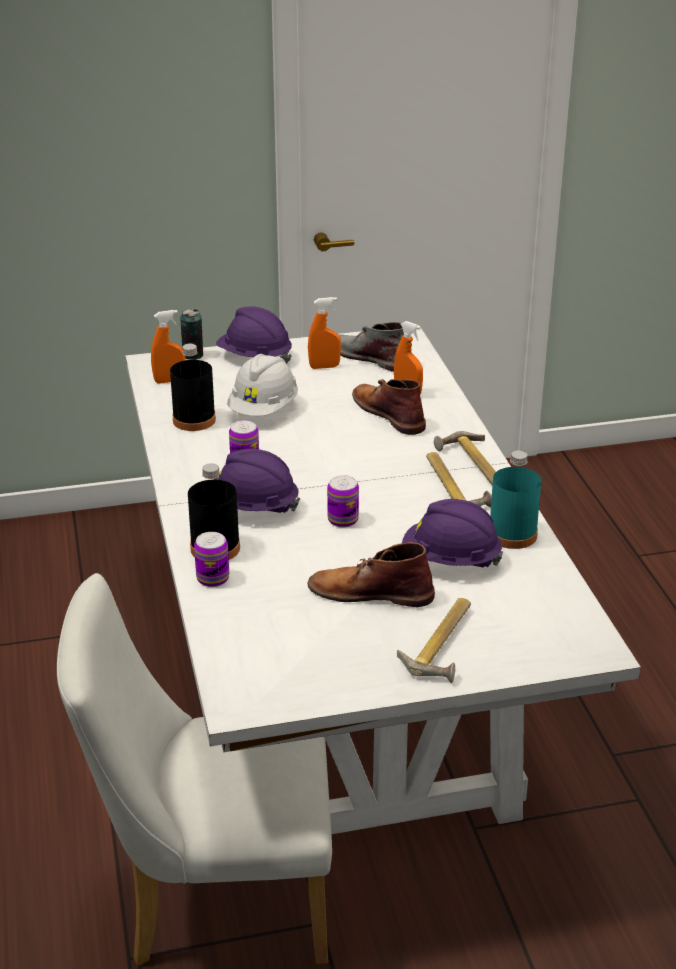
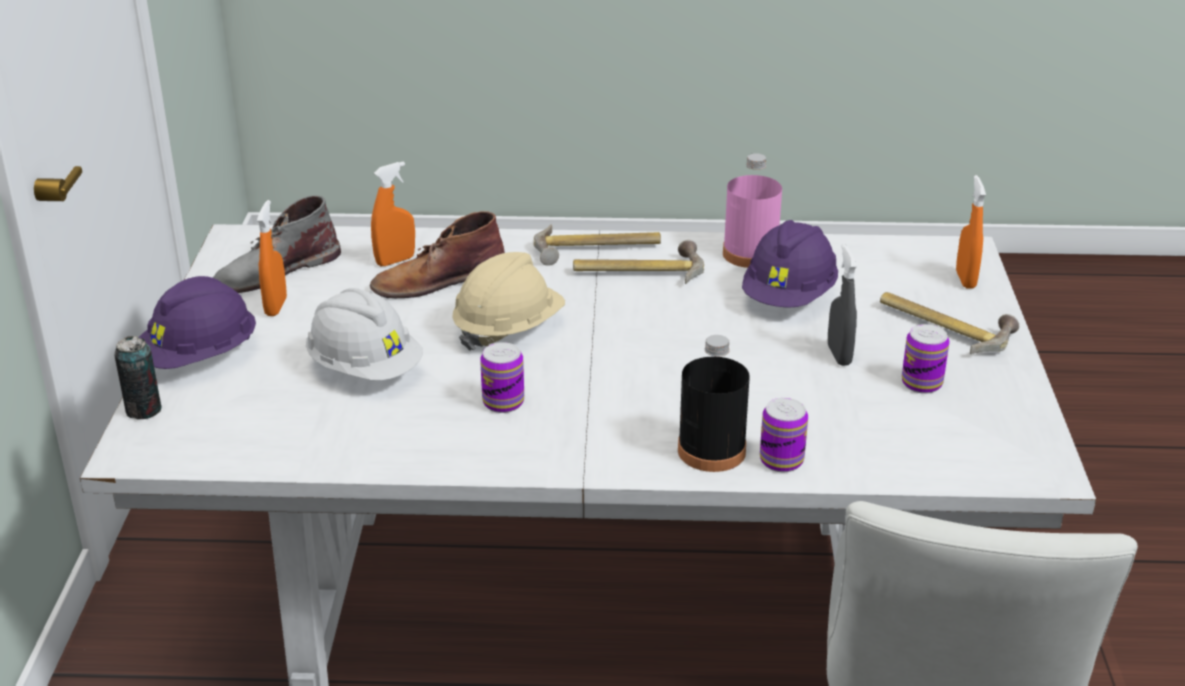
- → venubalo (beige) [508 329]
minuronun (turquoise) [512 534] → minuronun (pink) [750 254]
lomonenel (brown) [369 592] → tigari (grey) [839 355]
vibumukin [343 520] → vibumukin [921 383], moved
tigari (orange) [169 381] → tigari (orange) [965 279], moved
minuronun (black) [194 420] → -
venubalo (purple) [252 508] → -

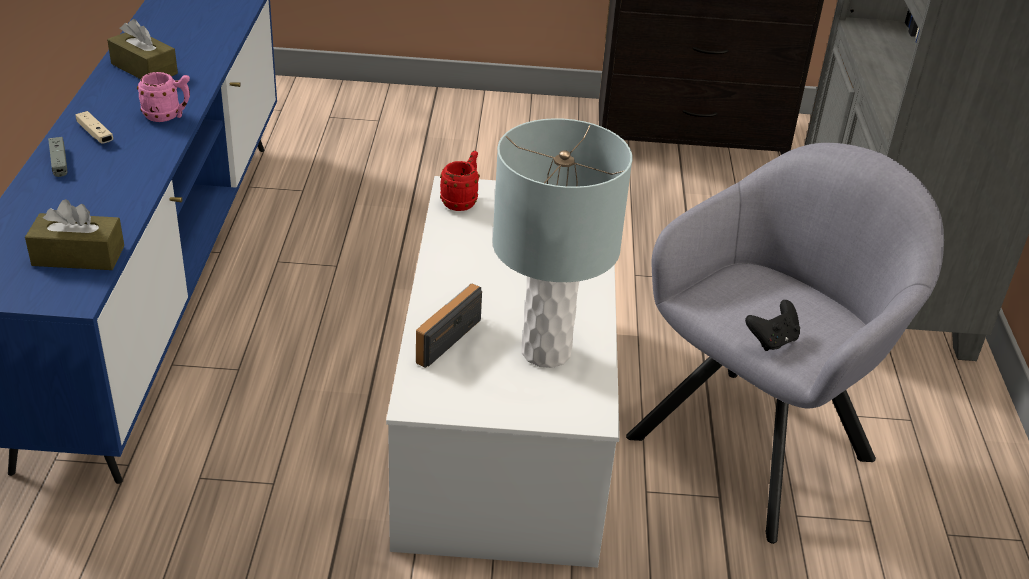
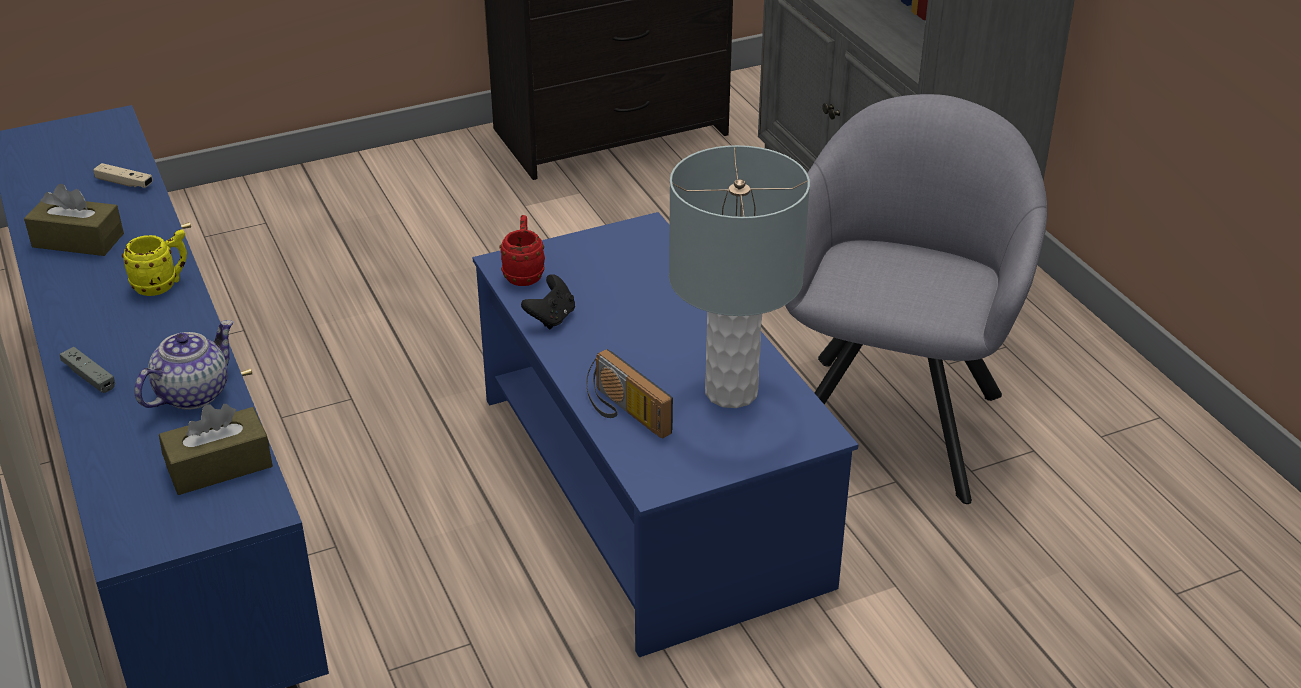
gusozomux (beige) [95 134] → gusozomux (beige) [124 183], moved
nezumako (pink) [168 116] → nezumako (yellow) [162 285]
- → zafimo [192 393]
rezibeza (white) [505 421] → rezibeza (blue) [651 490]
gusozomux (black) [772 340] → gusozomux (black) [551 318], moved
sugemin [443 336] → sugemin [623 413], 45 degrees counterclockwise

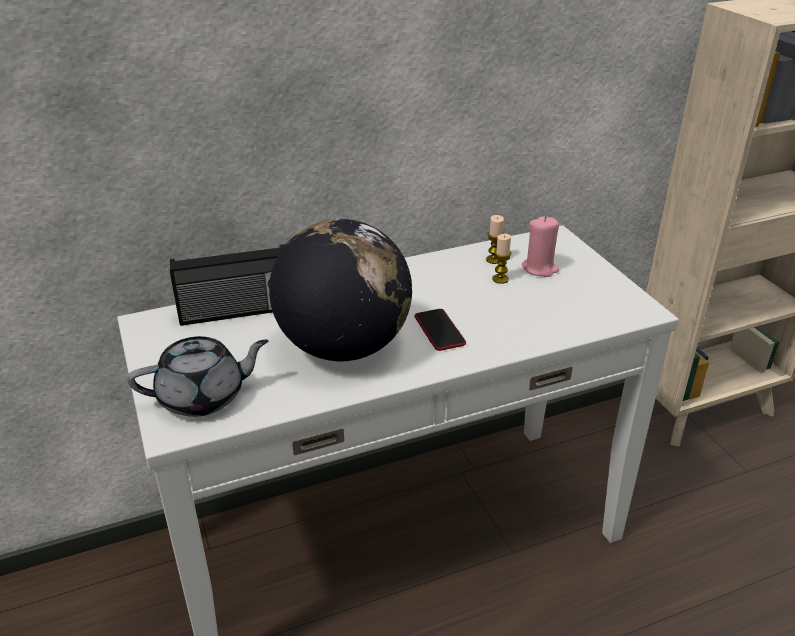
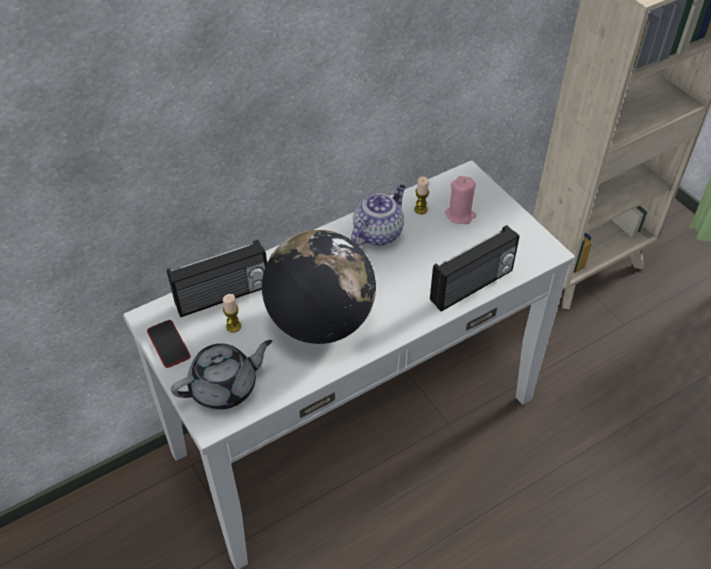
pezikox [439 330] → pezikox [168 344], moved
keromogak [500 279] → keromogak [233 326], moved
- → zafimo [378 233]
- → sugemin [472 286]

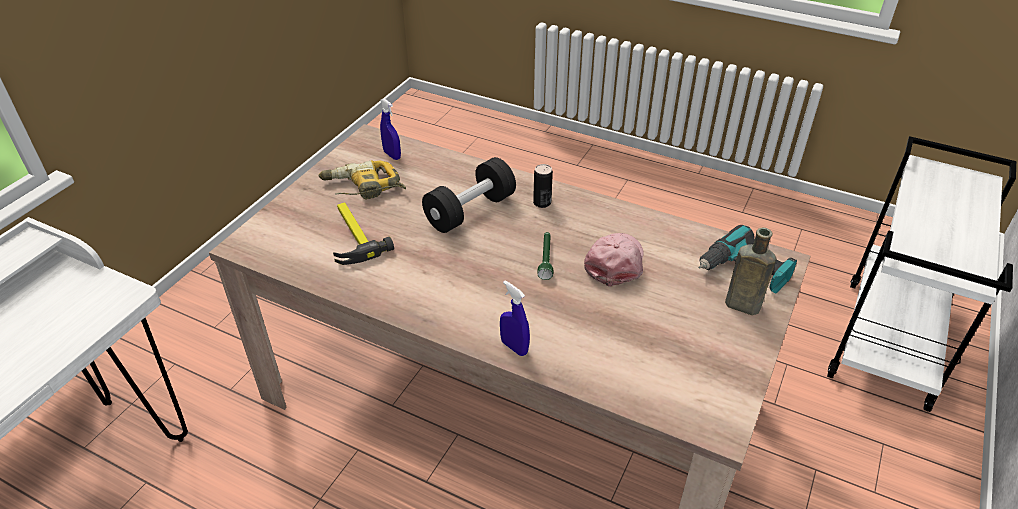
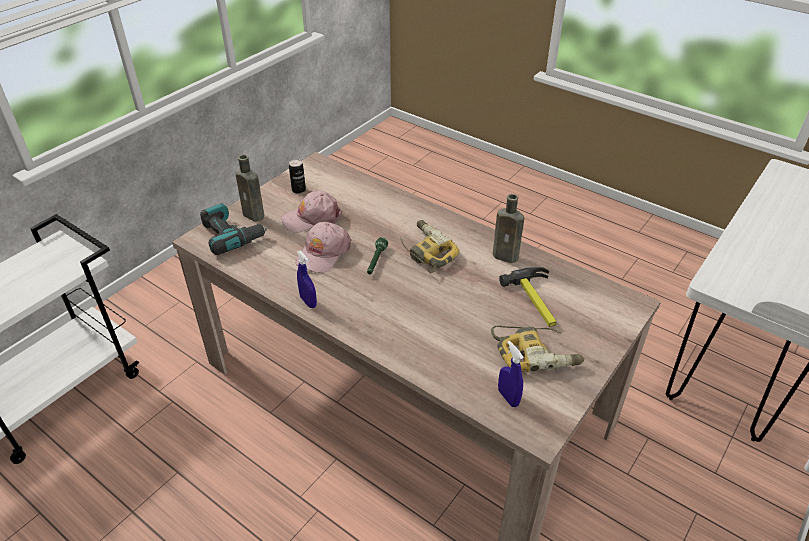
- → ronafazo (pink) [312 218]
vibumukin [542 203] → vibumukin [298 190], moved
tigari (blue) [514 347] → tigari (blue) [308 302], moved
- → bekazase [425 251]
- → minuronun (brown) [507 257]
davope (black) [470 211] → -

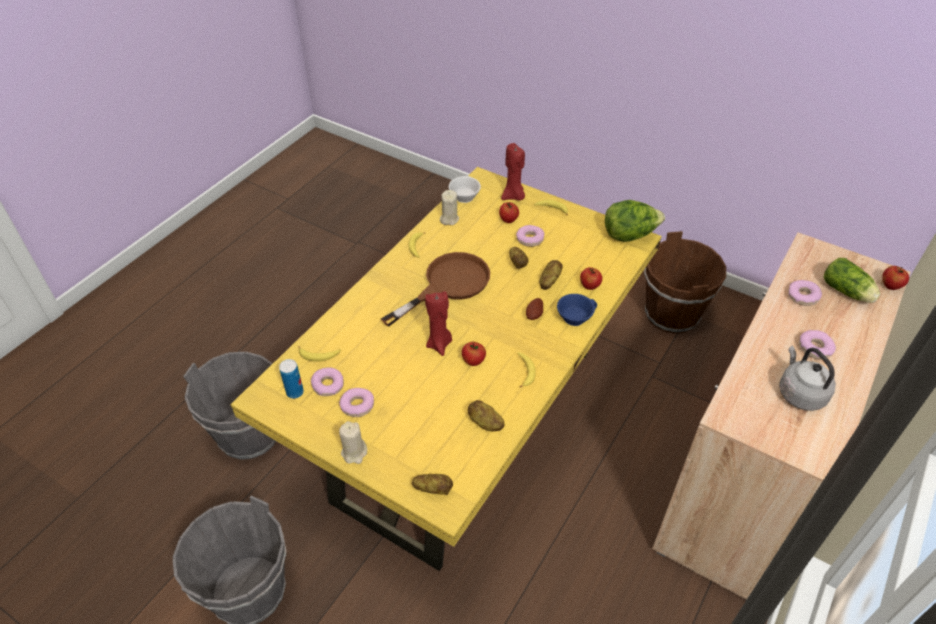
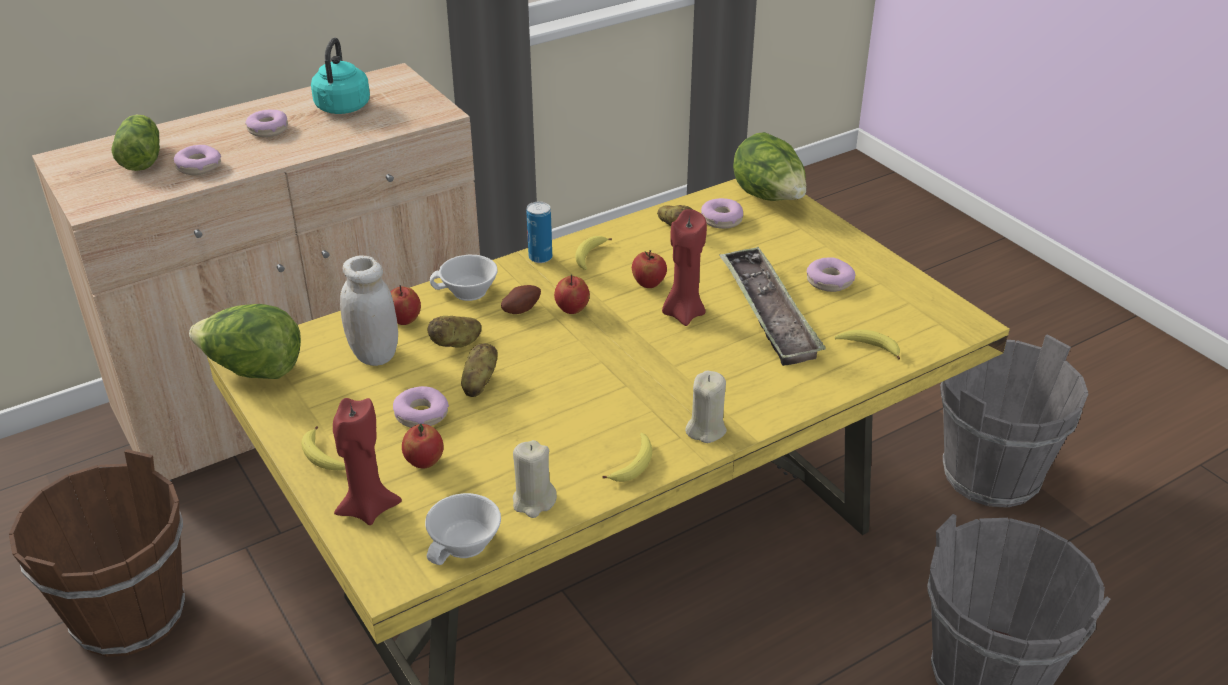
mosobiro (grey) [799 393] → mosobiro (turquoise) [341 108]
- → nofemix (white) [374 354]
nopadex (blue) [574 316] → nopadex (white) [467 292]
vibumukin [295 392] → vibumukin [540 257], moved
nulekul [890 286] → nulekul [572 309], moved
keromogak (beige) [354 452] → keromogak (beige) [706 429], moved
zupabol [328 385] → zupabol [721 219], moved
- → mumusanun [768 312]
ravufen [433 489] → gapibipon [769 198]
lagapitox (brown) [448 285] → -

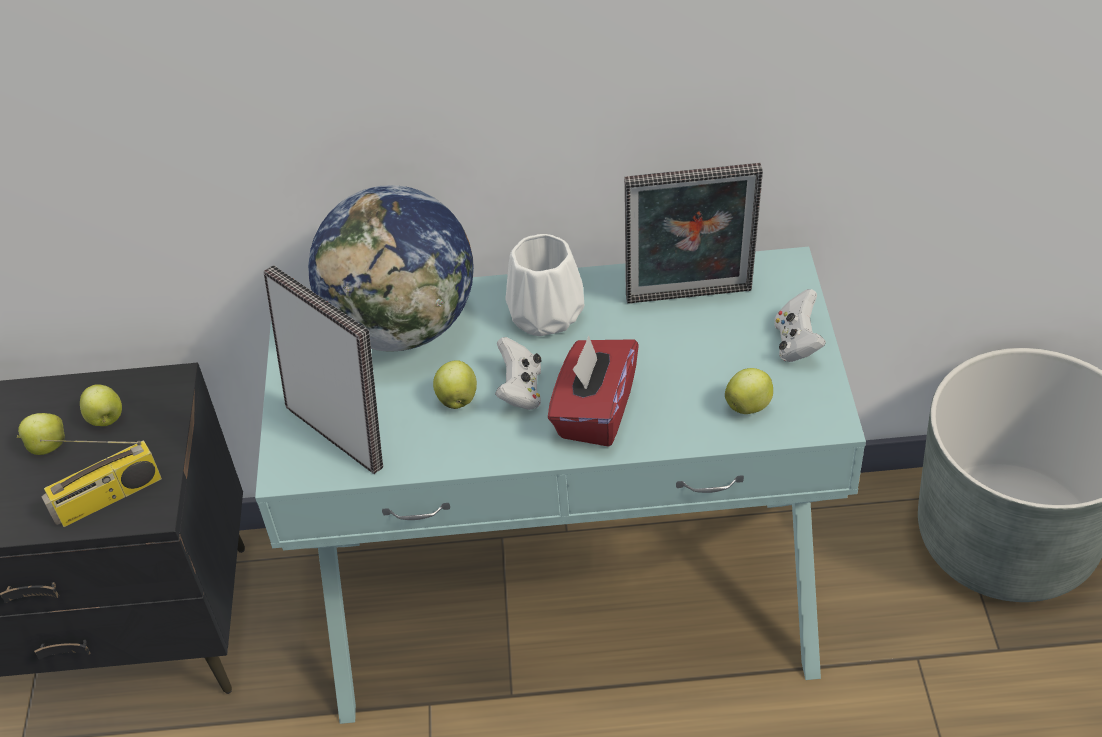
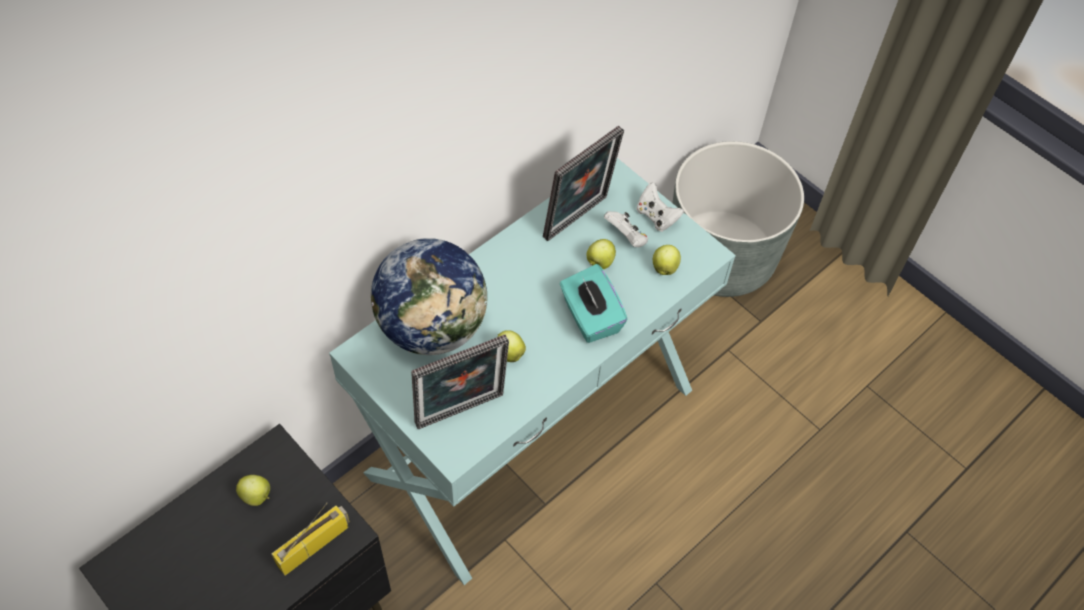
sugemin [107 498] → sugemin [313 544], 150 degrees counterclockwise
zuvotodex [340 432] → zuvotodex [461 414], 150 degrees clockwise
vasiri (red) [594 412] → vasiri (turquoise) [590 317]
nulekul [47 447] → nulekul [599 263], moved
gusozomux (white) [520 390] → gusozomux (white) [626 238], moved
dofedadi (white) [546 316] → -

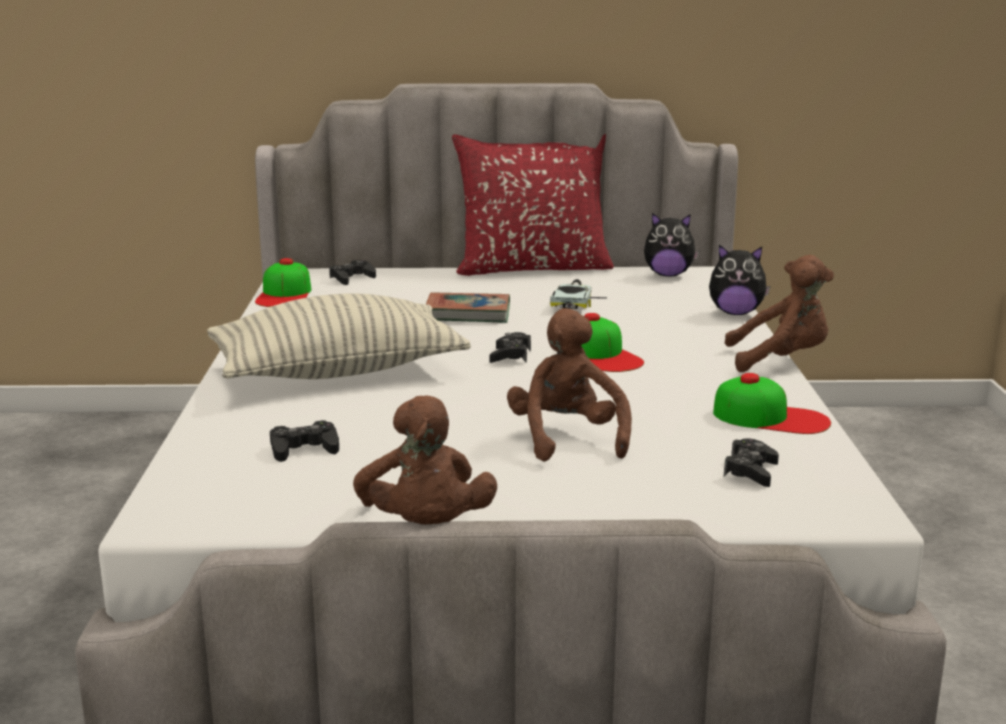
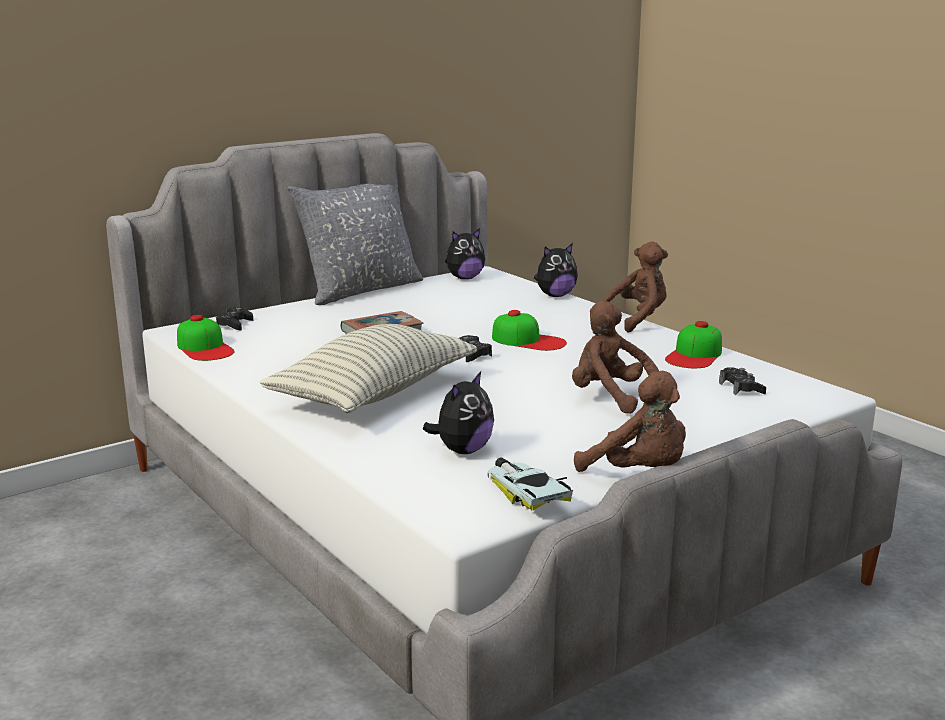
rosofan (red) [532 268] → rosofan (grey) [360 290]
gusozomux (black) [304 449] → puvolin [462 450]
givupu [574 302] → givupu [527 491], moved
ronafazo [771 417] → ronafazo [694 355], 135 degrees clockwise

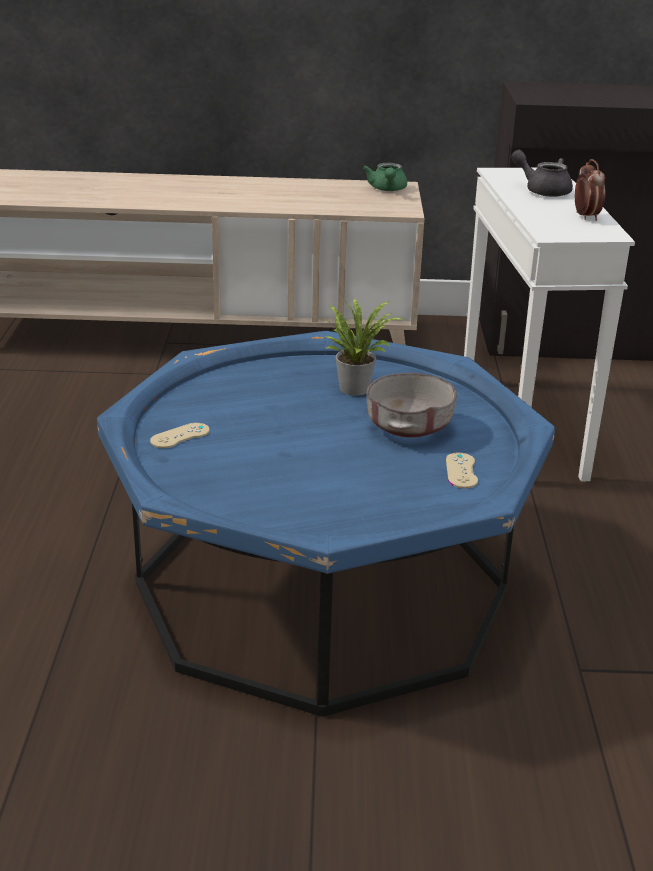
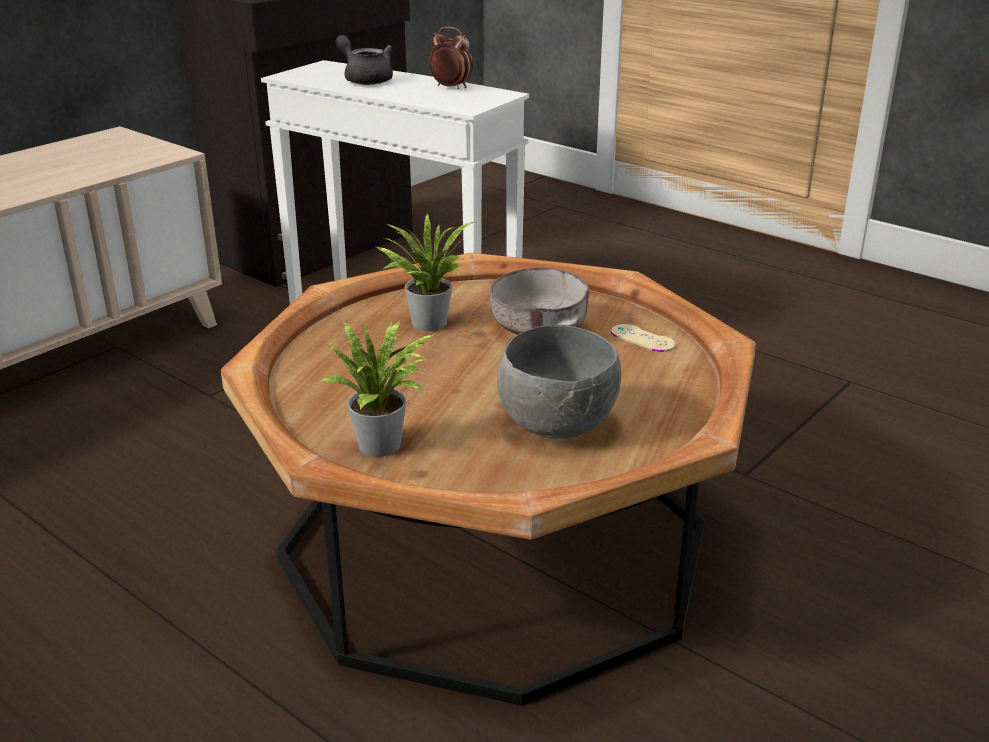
rezibeza (blue) [321 586] → rezibeza (brown) [494 545]
gusozomux (beige) [180 436] → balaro [385 445]
zafimo (grey) [542 190] → zafimo (grey) [365 79], 60 degrees clockwise
- → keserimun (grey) [559 426]
zafimo (green) [387 189] → -

